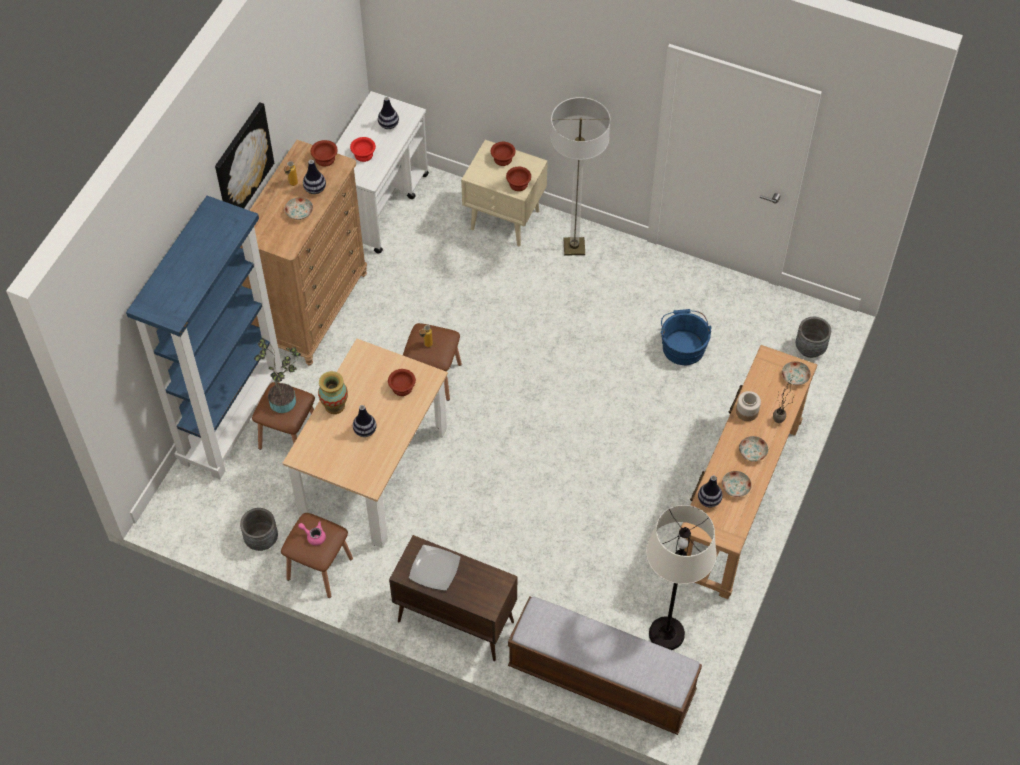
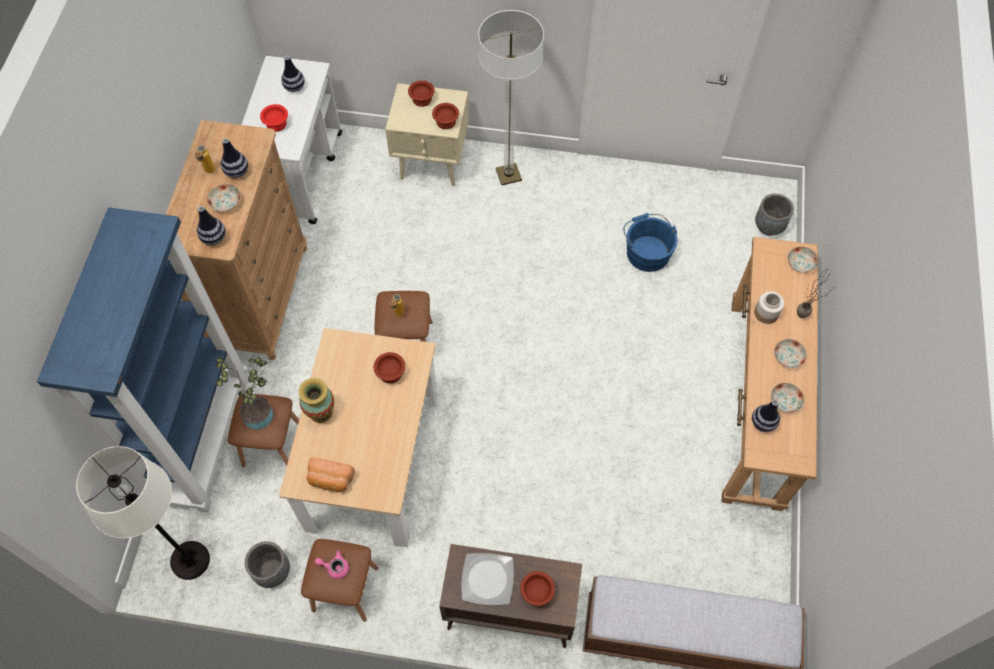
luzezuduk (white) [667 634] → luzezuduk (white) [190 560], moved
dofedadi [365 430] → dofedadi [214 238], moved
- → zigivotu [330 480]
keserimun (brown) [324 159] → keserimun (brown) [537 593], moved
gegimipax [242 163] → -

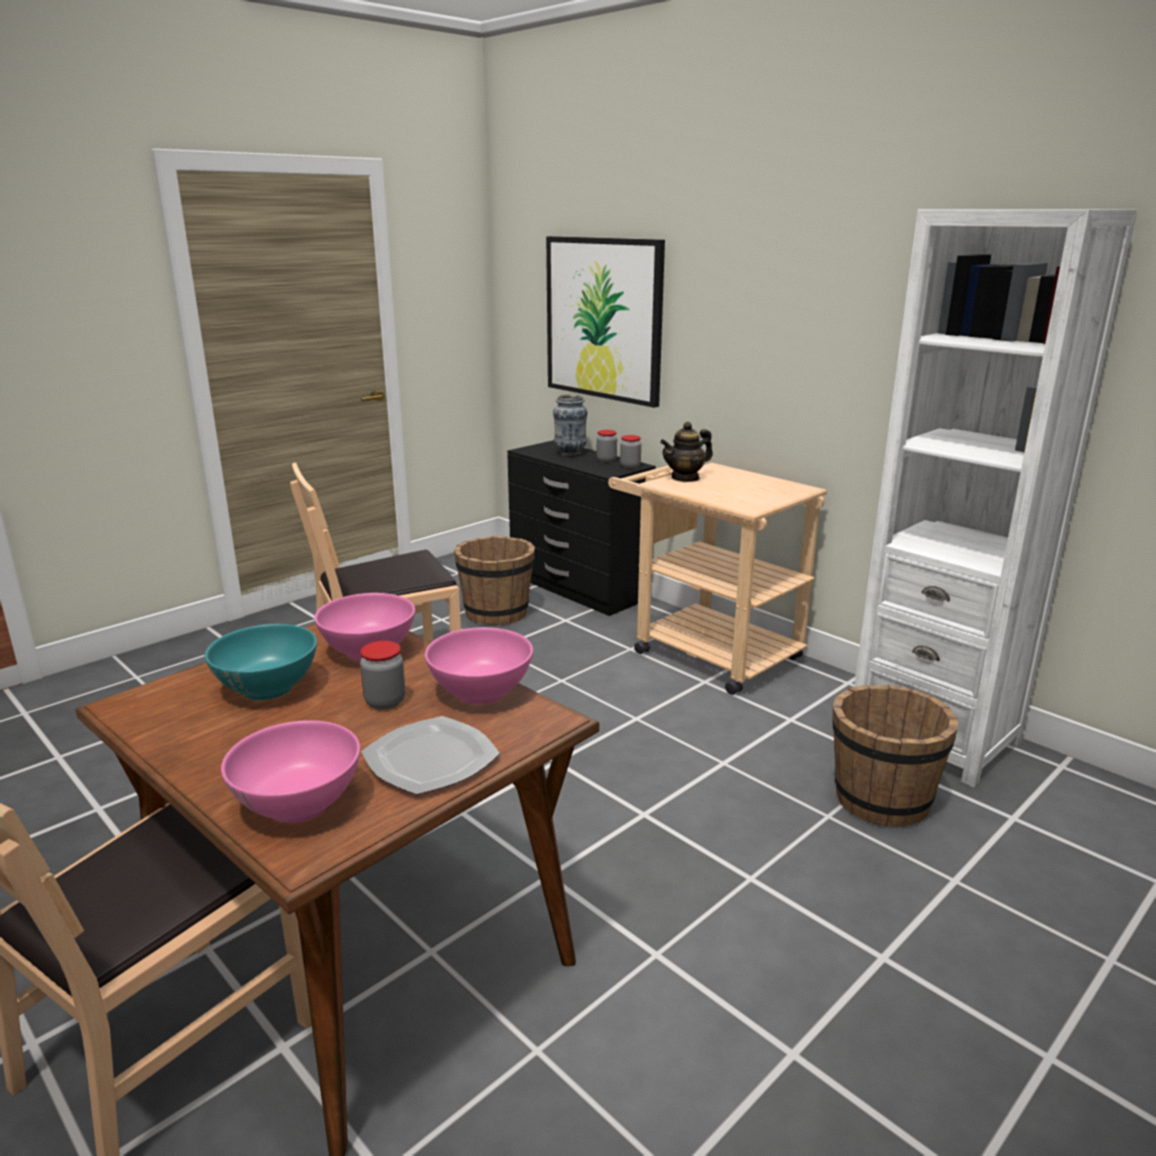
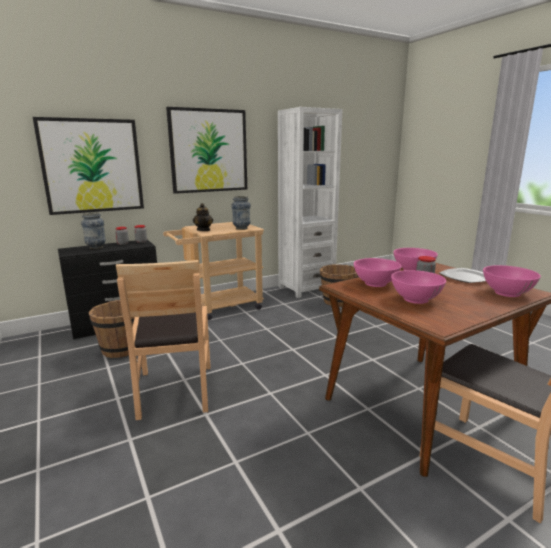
- → gegimipax [209 151]
- → dofedadi [241 228]
keserimun (turquoise) [268 688] → keserimun (pink) [415 299]

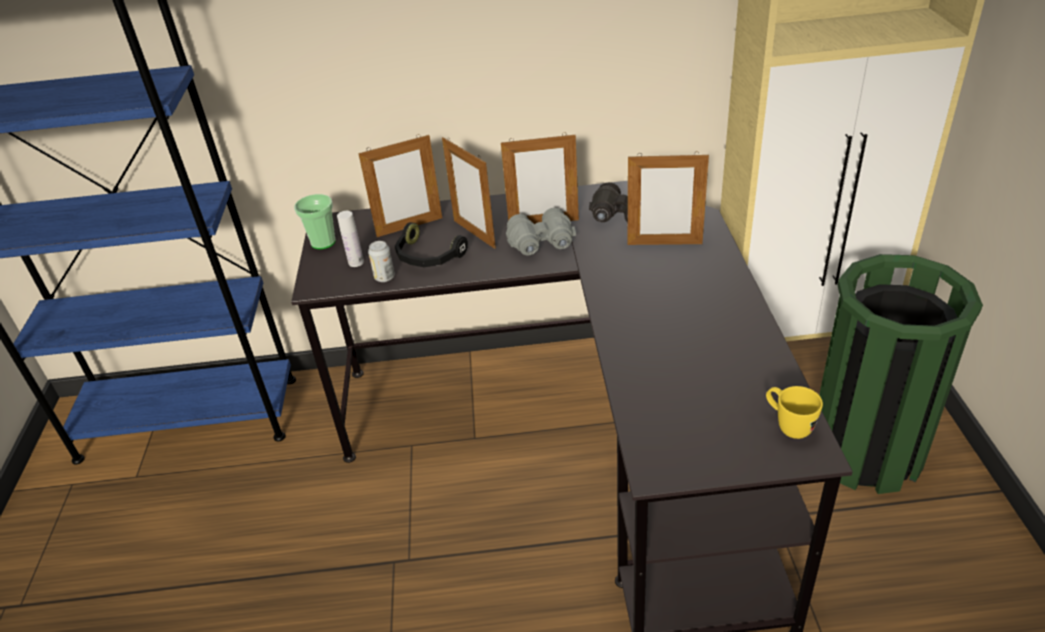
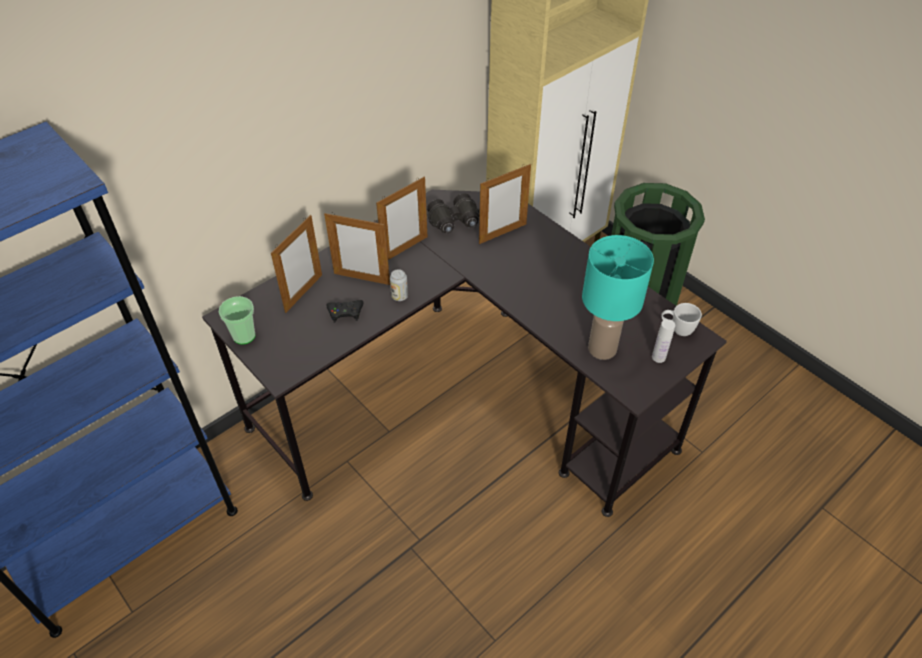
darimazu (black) [427 257] → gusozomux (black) [345 312]
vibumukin [384 277] → vibumukin [399 296], moved
- → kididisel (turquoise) [602 348]
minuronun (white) [356 262] → minuronun (white) [658 357], moved
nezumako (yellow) [788 426] → nezumako (white) [676 329]
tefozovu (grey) [542 244] → -

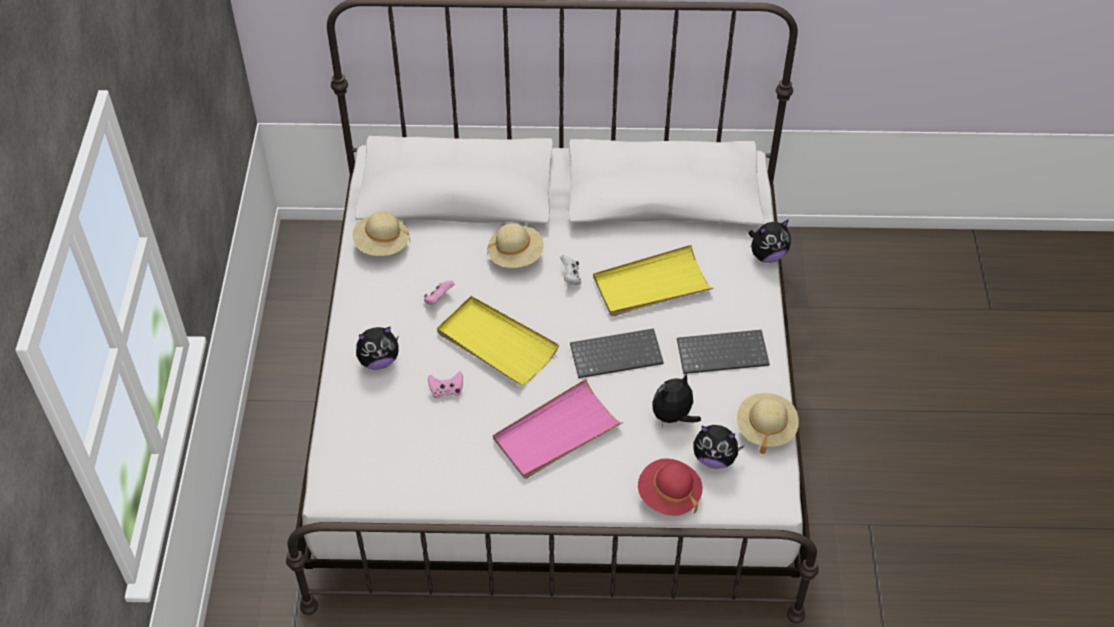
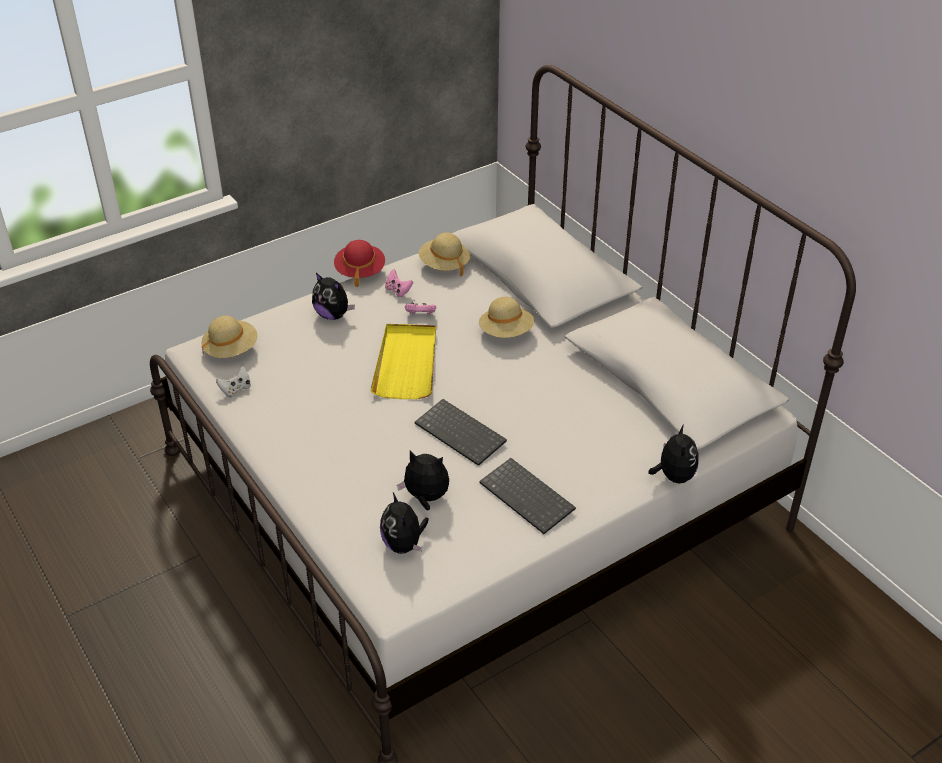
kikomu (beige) [765 428] → kikomu (beige) [231 350], moved
gusozomux (white) [571 277] → gusozomux (white) [236 389], moved
kikomu (red) [668 495] → kikomu (red) [360 271], moved
gusozomux (pink) [446 391] → gusozomux (pink) [398 291], moved
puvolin [767 255] → puvolin [673 476], 120 degrees counterclockwise
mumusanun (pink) [556 433] → -
mumusanun (yellow) [651 285] → -

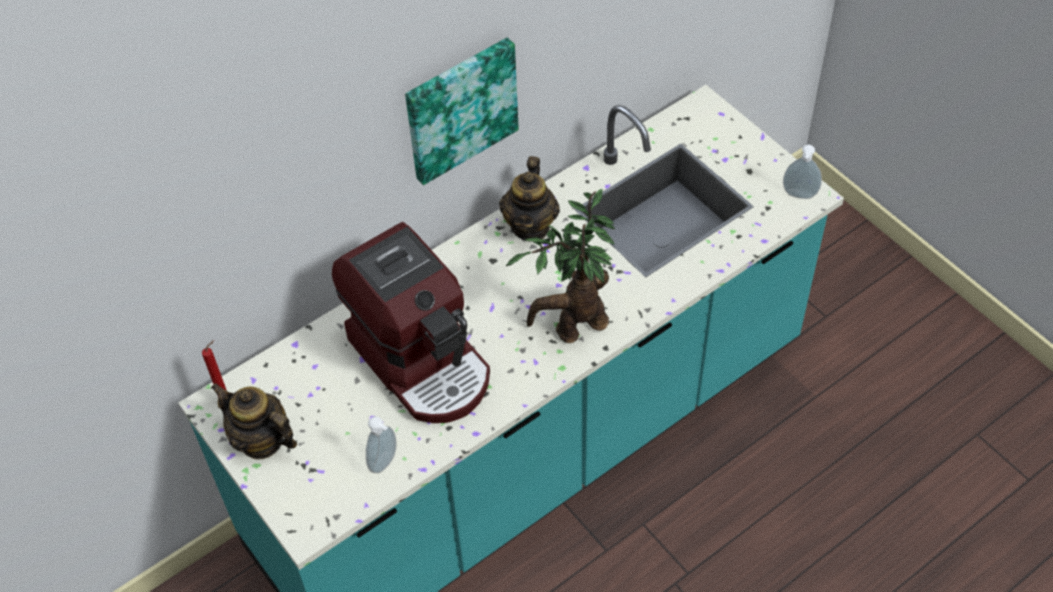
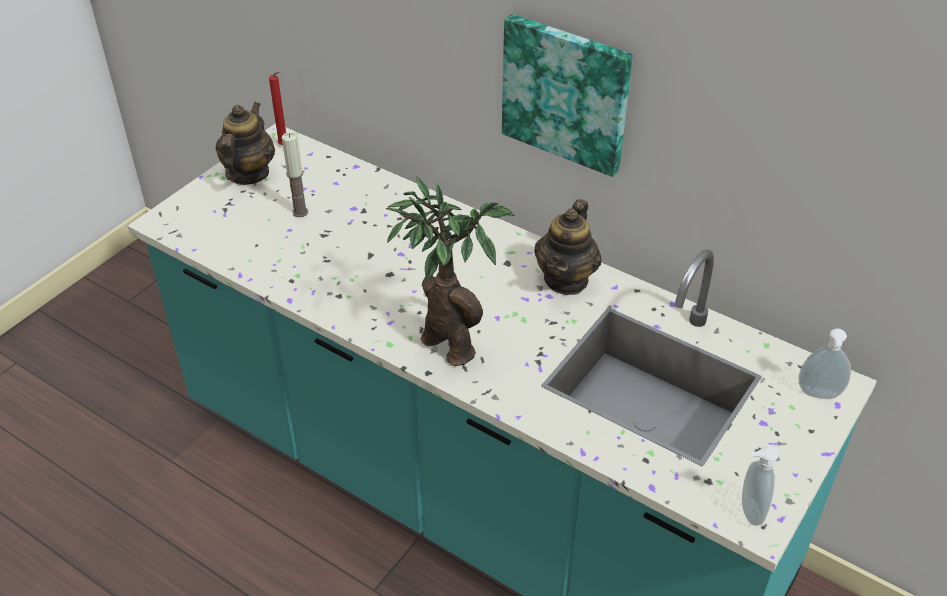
- → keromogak [300 212]
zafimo [531 226] → zafimo [566 279], 60 degrees counterclockwise
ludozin [385 463] → ludozin [818 395], moved
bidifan [423 360] → -

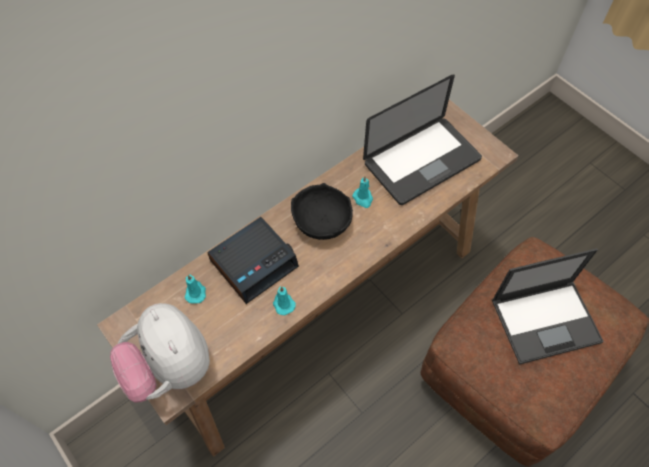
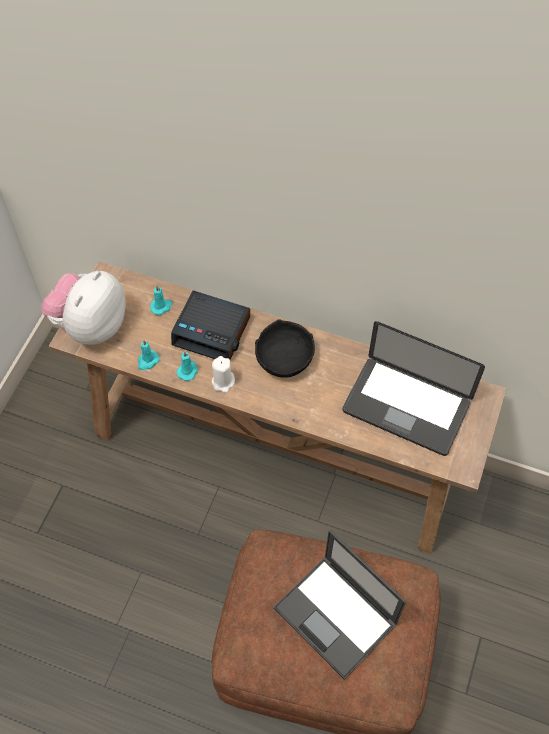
keromogak (turquoise) [363 198] → keromogak (turquoise) [147 361], moved
- → keromogak (white) [223 382]

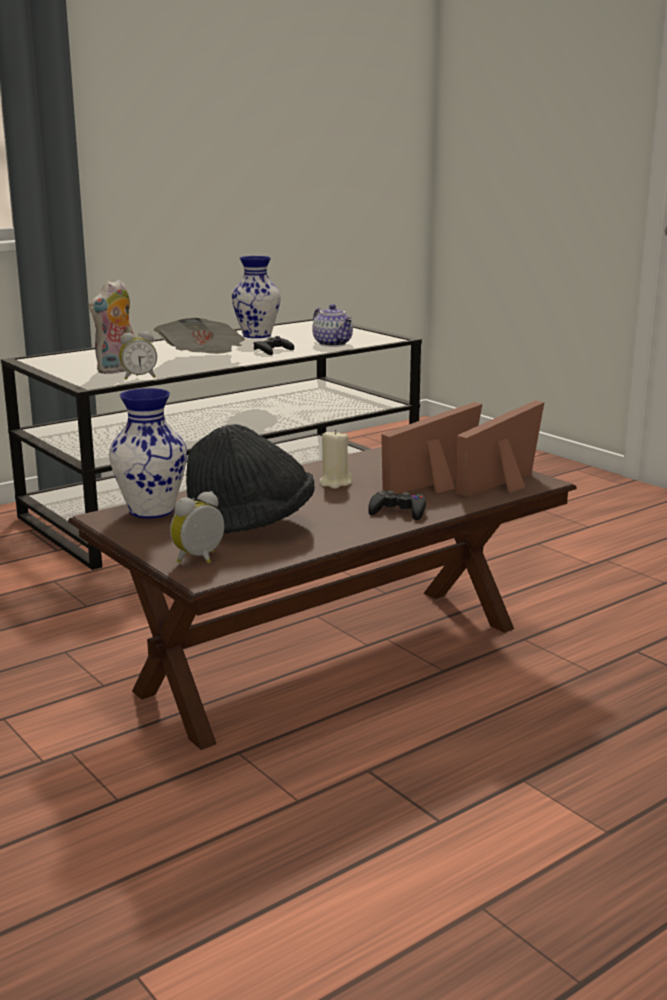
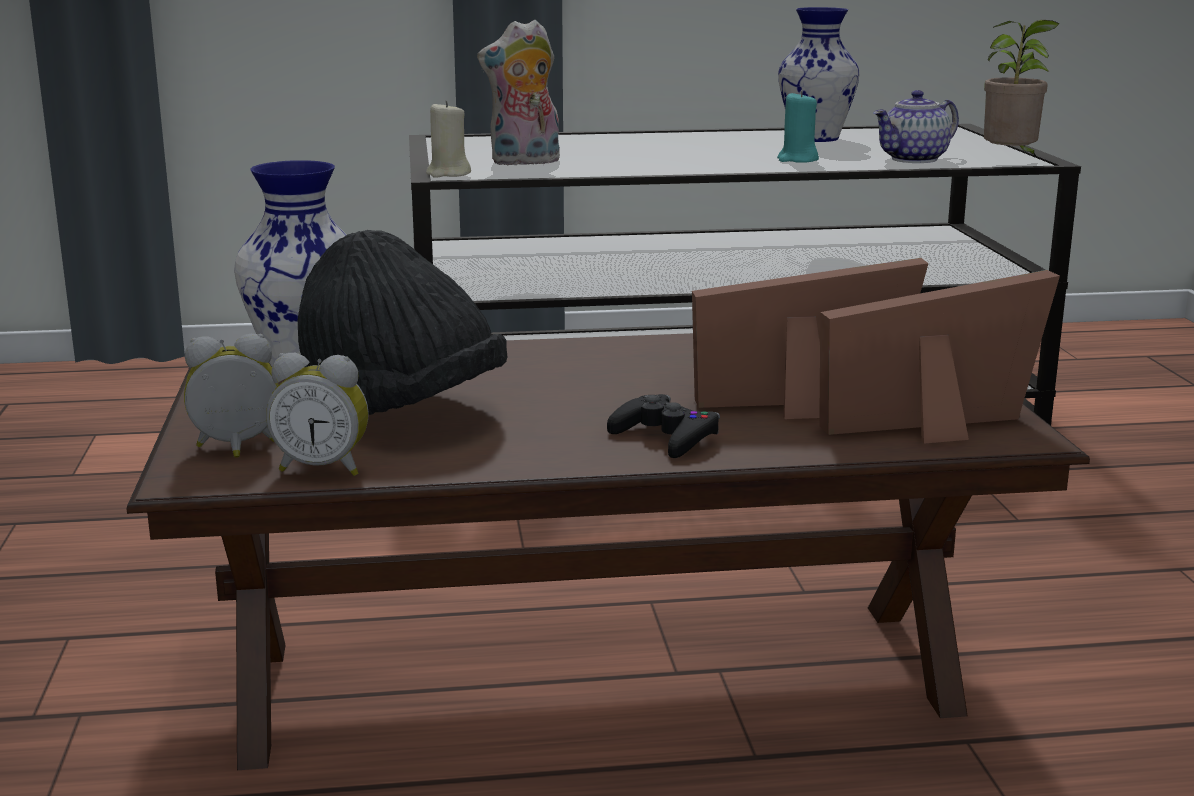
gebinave [139 377] → gebinave [323 468], moved
keromogak (beige) [335 483] → keromogak (beige) [448 174], moved
gusozomux (black) [273 351] → keromogak (turquoise) [797 160]
zafimo [333 344] → zafimo [914 159], 60 degrees clockwise
- → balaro [1012 162]
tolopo [203 362] → -

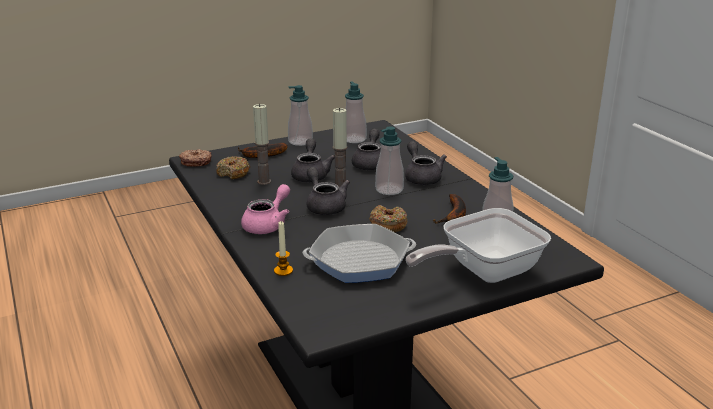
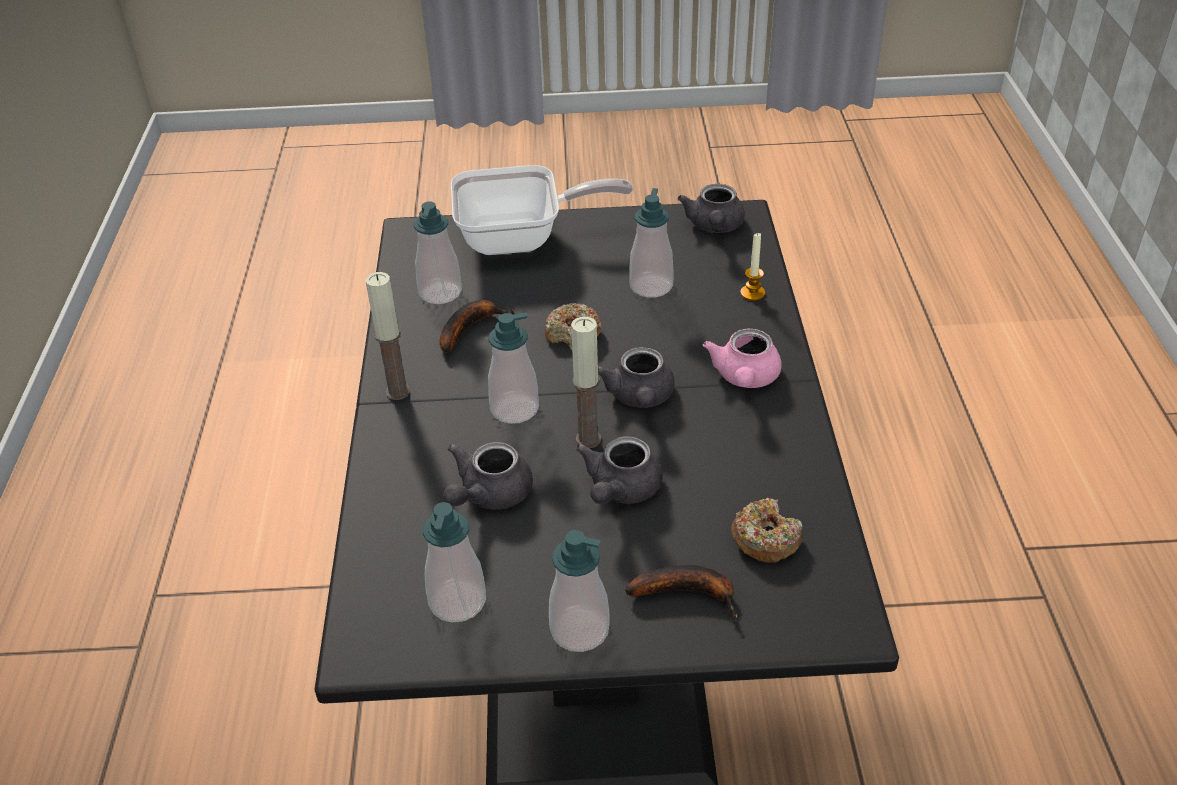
keromogak [264 181] → keromogak [397 392], moved
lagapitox [359 260] → ludozin [651 286]
zafimo (grey) [421 177] → zafimo (grey) [714 227], moved
zafimo (pink) [268 224] → zafimo (pink) [744 378], 45 degrees counterclockwise
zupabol [196 162] → -

